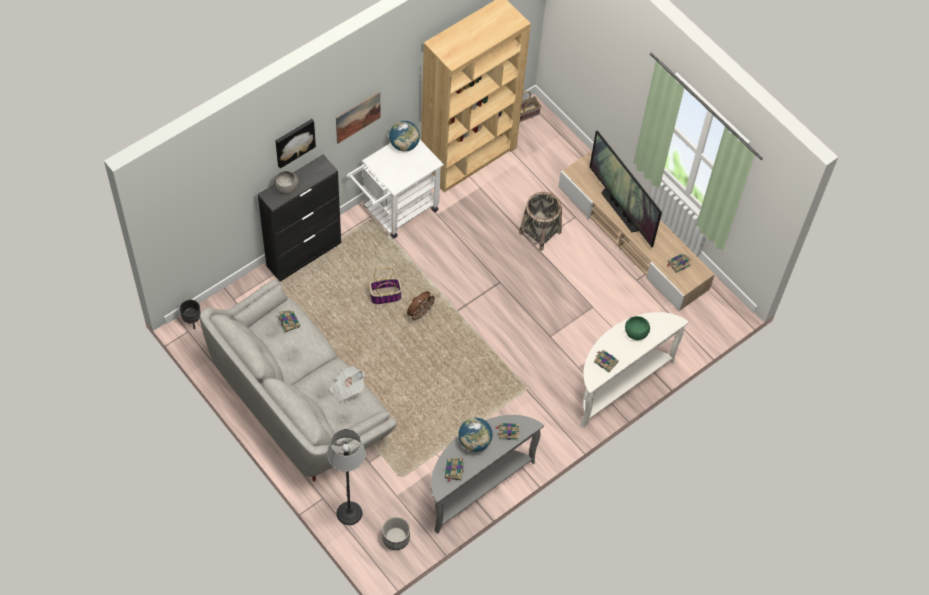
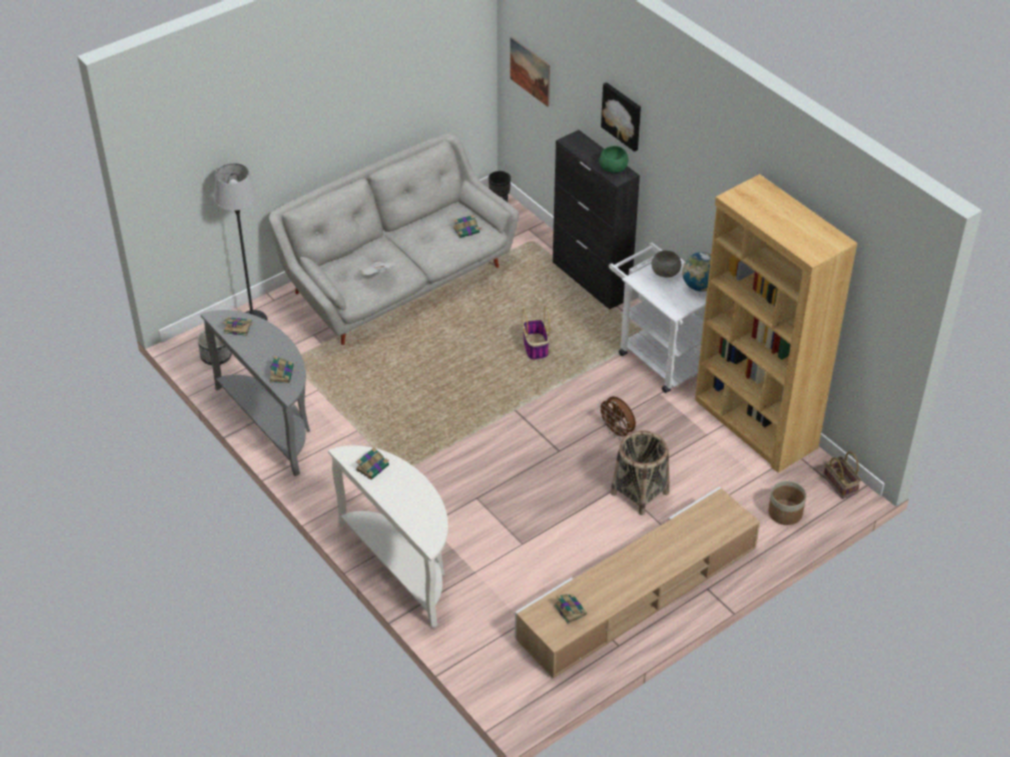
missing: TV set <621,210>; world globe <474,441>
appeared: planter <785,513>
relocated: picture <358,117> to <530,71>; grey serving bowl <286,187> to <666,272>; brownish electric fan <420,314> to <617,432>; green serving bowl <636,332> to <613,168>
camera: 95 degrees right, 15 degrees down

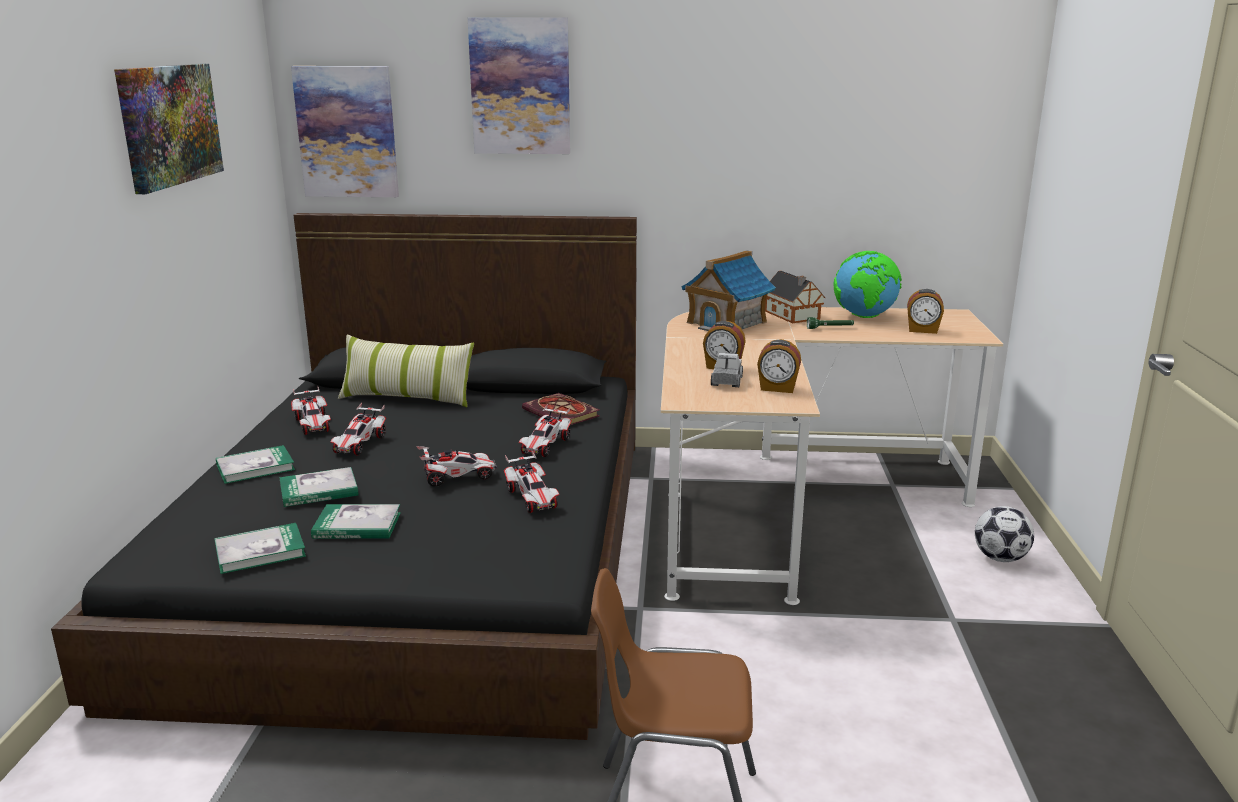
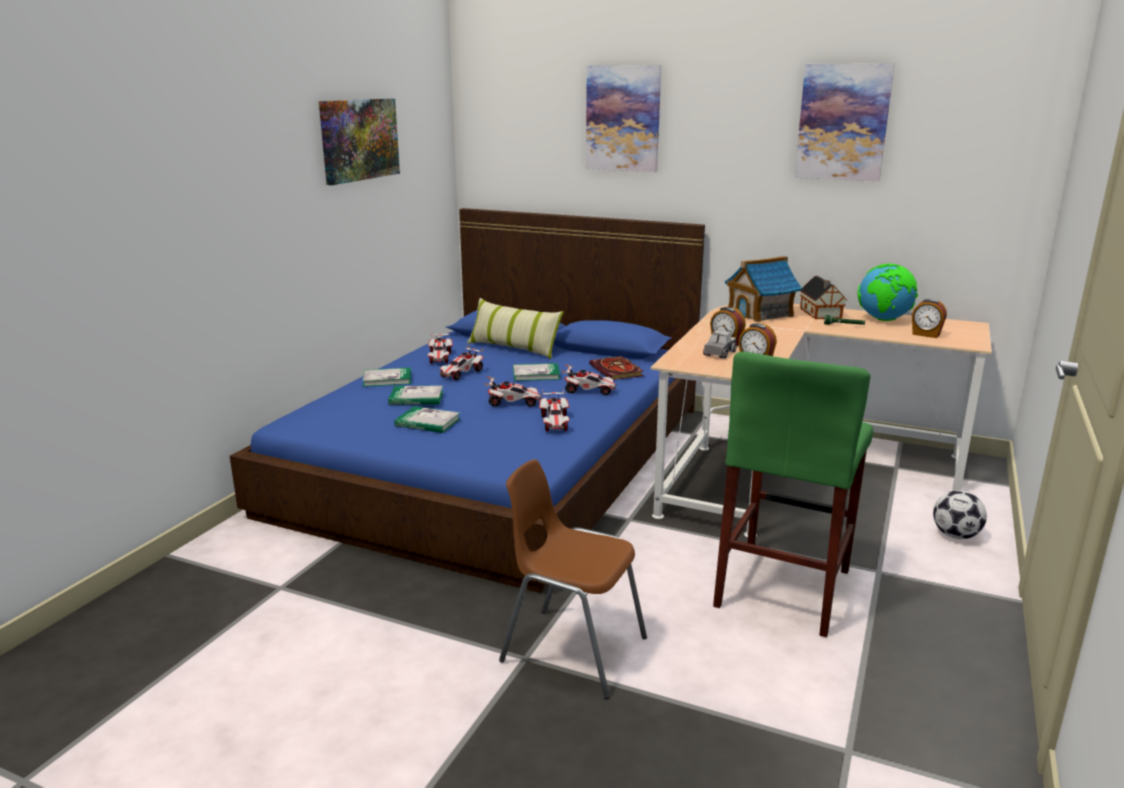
appeared: green stool seat <783,588>
relocated: picture <347,132> to <843,122>; volume <260,551> to <536,374>
colour: blackish bedroom bed <424,550> to blue-coloured bedroom bed <499,457>
spun: model car <545,446> = <589,391> 120 degrees counterclockwise
camera: 20 degrees right, 0 degrees up

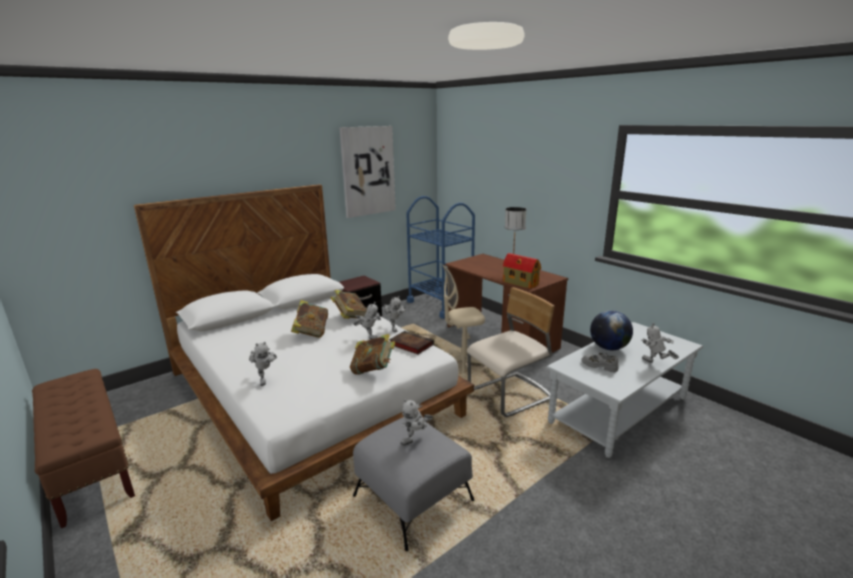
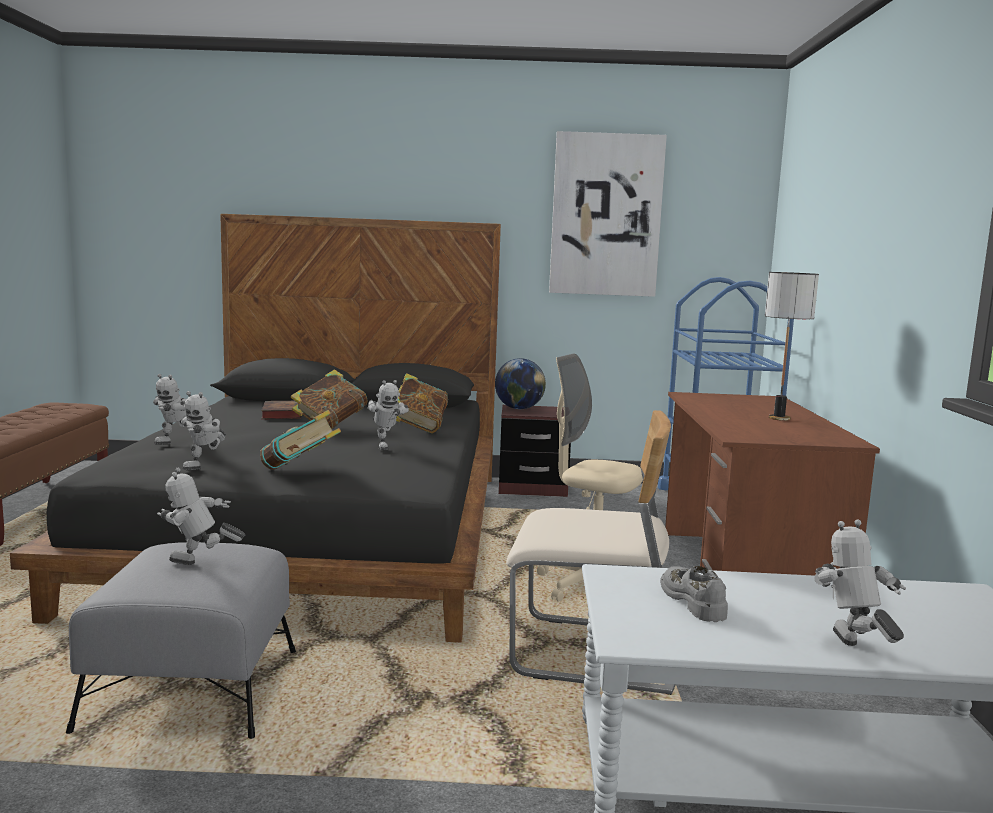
missing: toy house <520,283>
relocated: robot figure <394,328> to <205,467>; world globe <608,348> to <519,408>; volume <410,344> to <282,414>
colour: white-coloured bedroom bed <311,392> to blackish bedroom bed <319,533>
camera: 40 degrees right, 10 degrees down

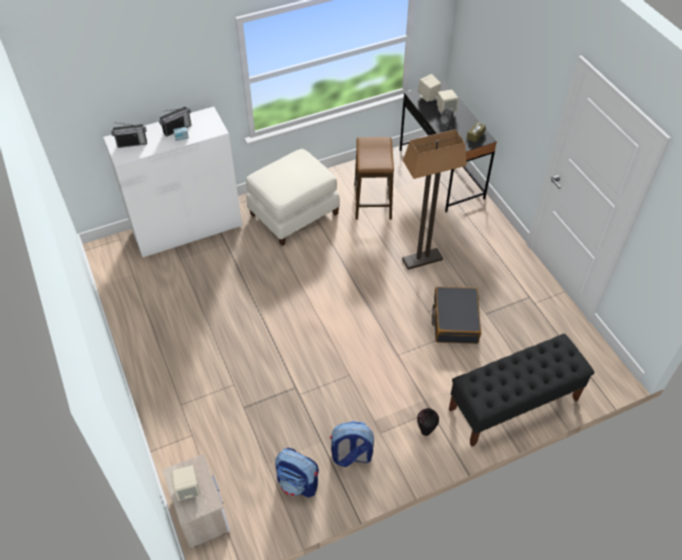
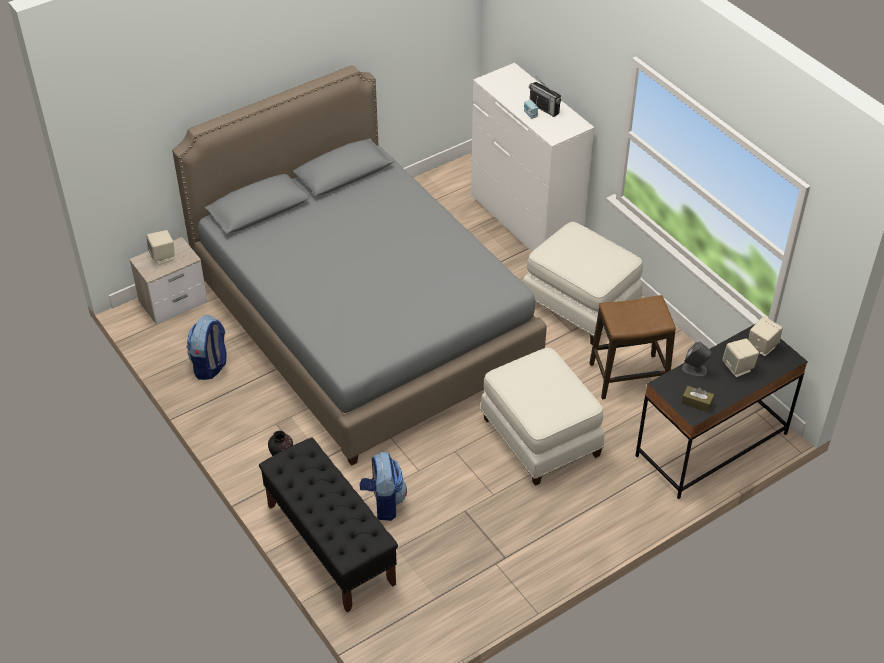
missing: radio <132,143>; blackish piece of luggage <455,320>
appeared: grey bedroom bed <363,322>
relocated: backpack <351,456> to <383,502>
exchanged: standard lamp <422,260> to white-coloured footrest <539,438>
camera: 80 degrees right, 5 degrees down

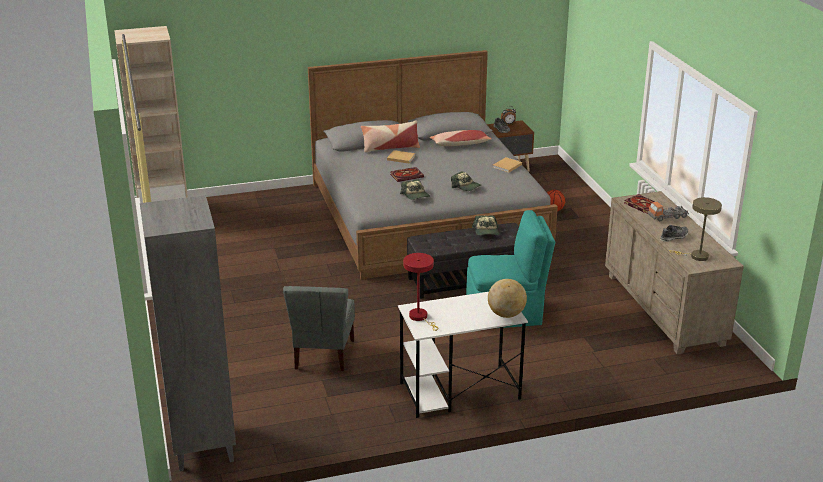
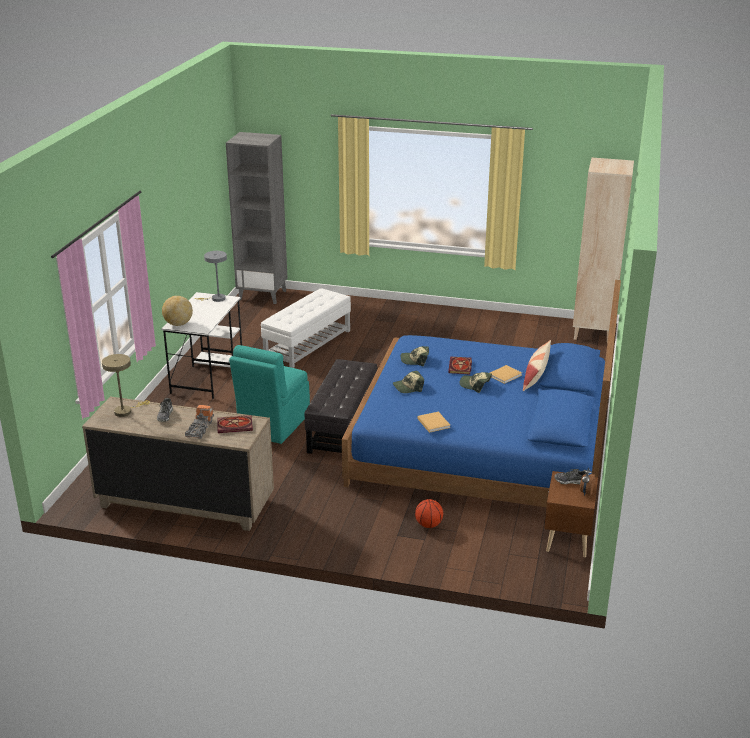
missing: pillow <460,144>
relocated: cap <486,231> to <475,385>
exchanged: grey plain chair <323,355> to white-coloured footrest <307,344>
colour: grey bedroom bed <426,216> to blue-coloured bedroom bed <483,445>; red lamp for a table <420,317> to grey lamp for a table <216,299>
camera: 120 degrees right, 0 degrees up

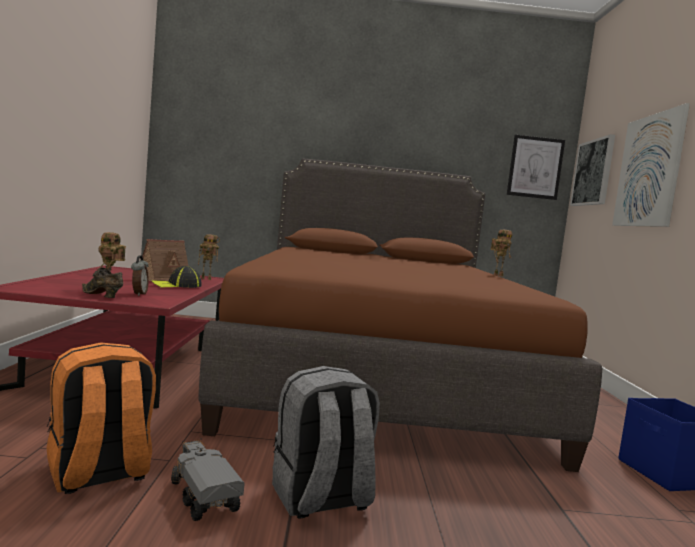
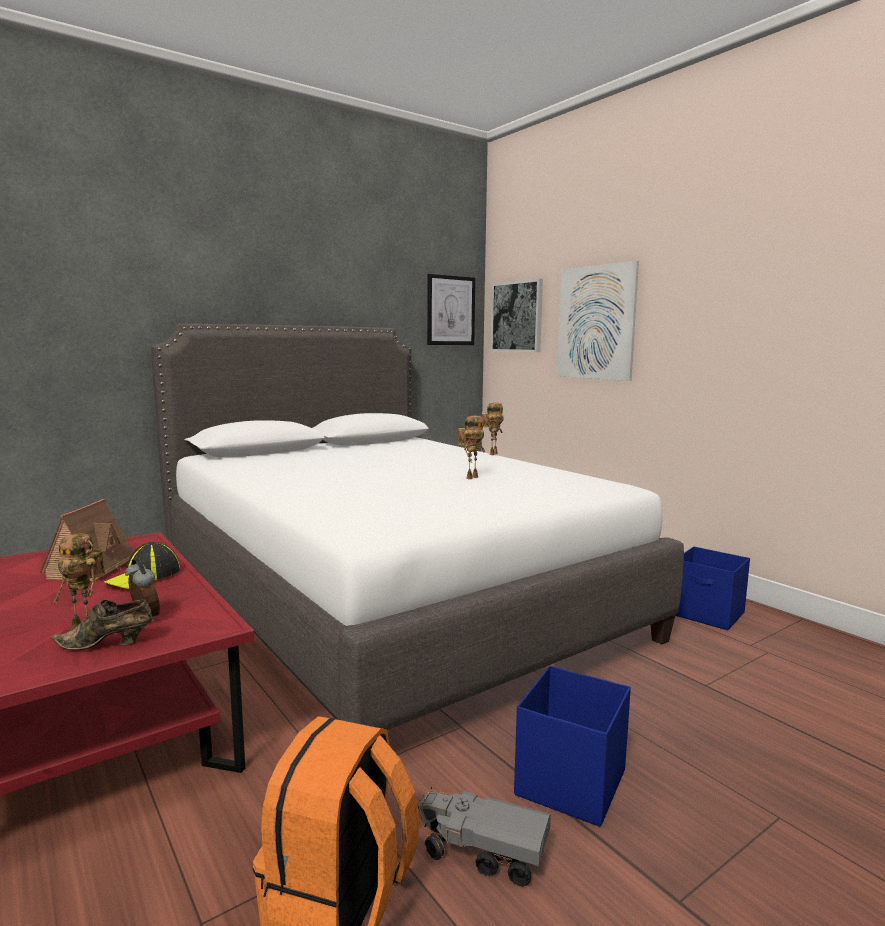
relocated: robot figure <207,279> to <471,477>
exchanged: grey backpack <320,499> to blue-coloured storage container <569,784>
colour: brownish bedroom bed <374,373> to white-coloured bedroom bed <387,599>
camera: 35 degrees left, 5 degrees up

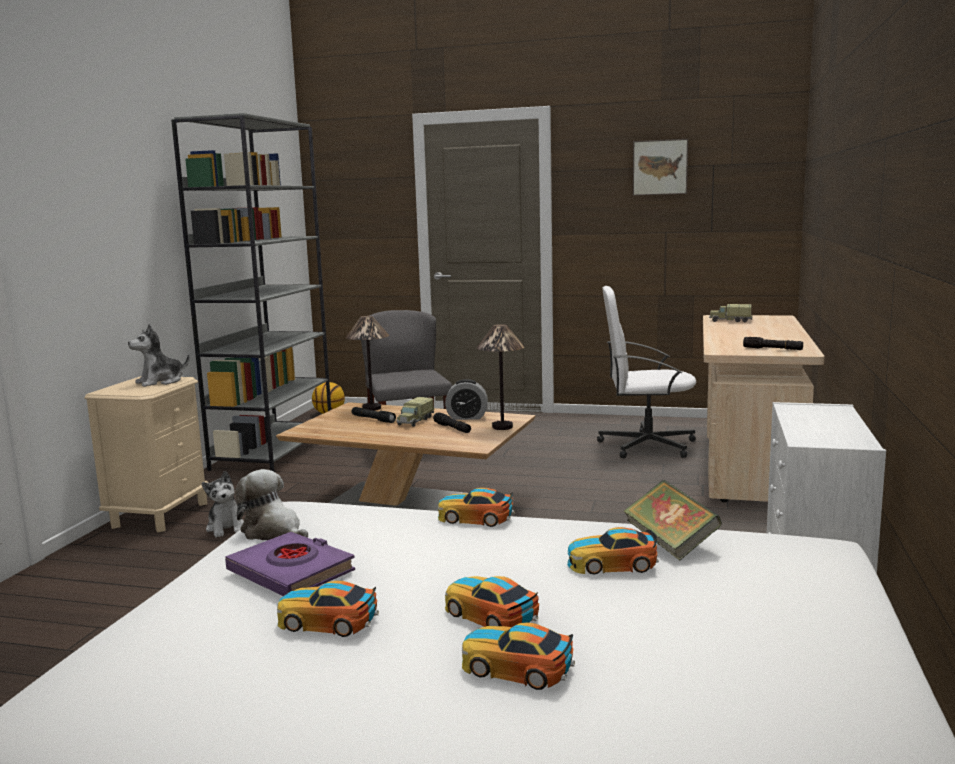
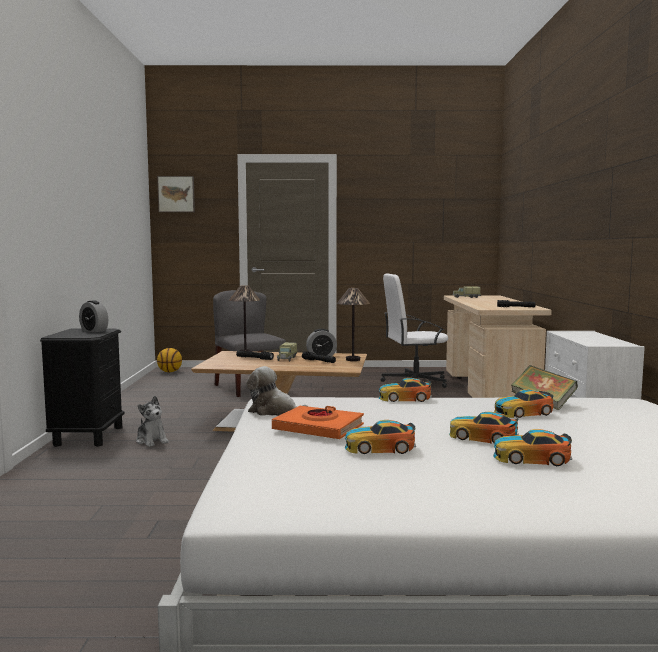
missing: grey bookshelf <274,451>
relocated: picture <660,167> to <176,194>
exchanged: plush toy <161,382> to alarm clock <94,331>
colour: beige night table <160,514> to blackish night table <88,436>; purple volume <291,572> to orange-coloured volume <318,428>
camera: 15 degrees left, 5 degrees down

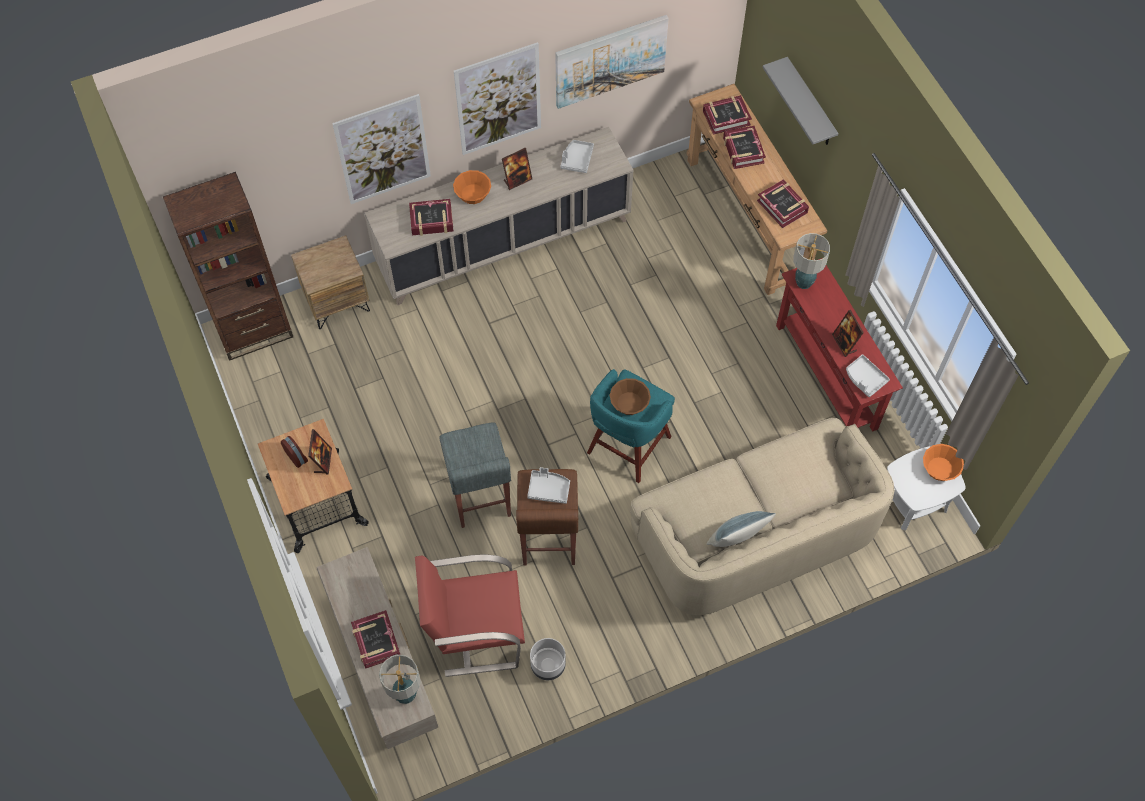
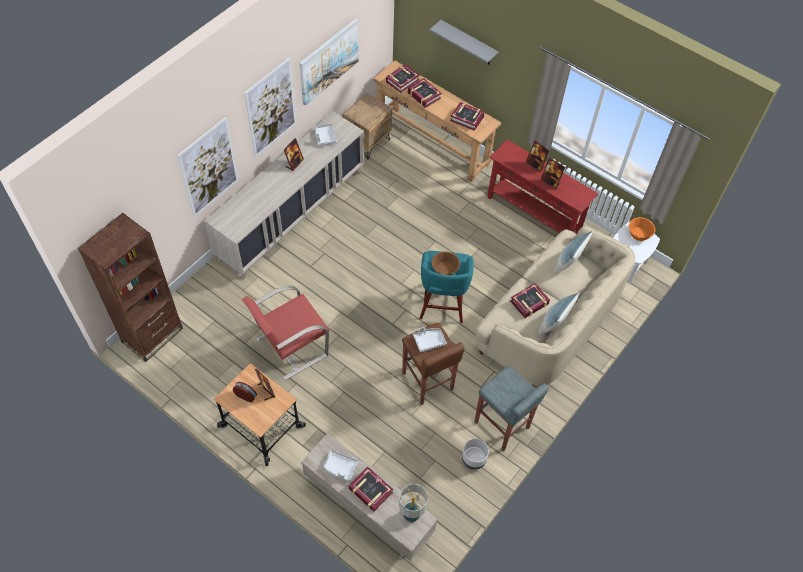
missing: orange-coloured serving bowl <472,193>; lamp for a table <803,282>
appeared: photo frame <535,165>; pillow <568,262>
relocated: volume <431,220> to <529,303>; brownish night table <337,301> to <367,142>; grey tray <865,379> to <340,467>; grey stool seat <479,498> to <502,426>; red armchair <476,631> to <291,347>
camera: 30 degrees left, 5 degrees down

